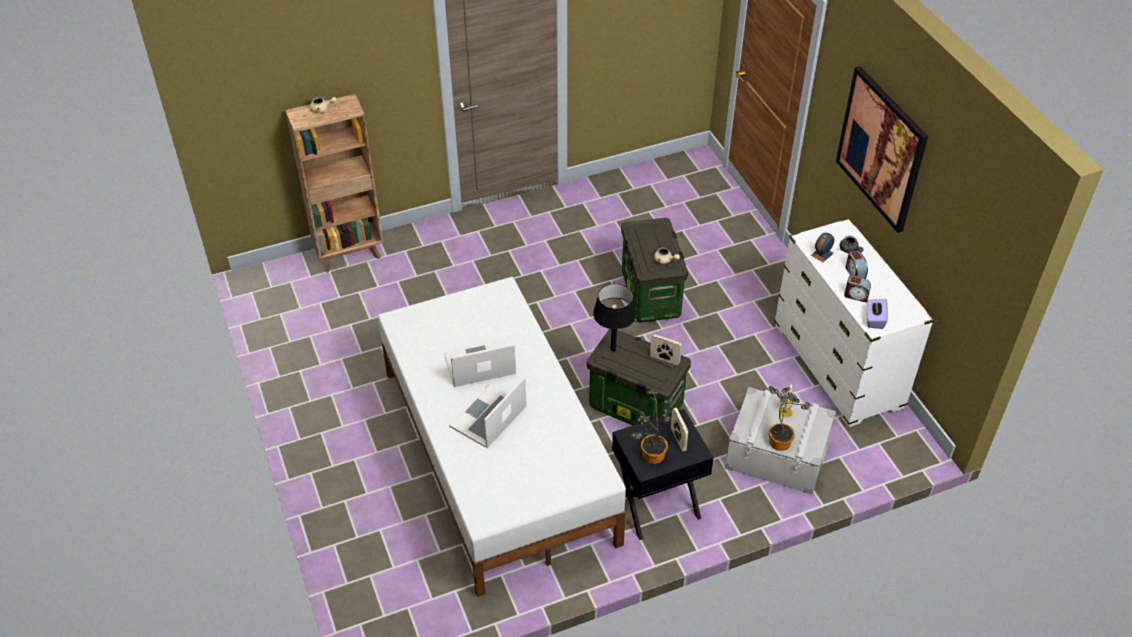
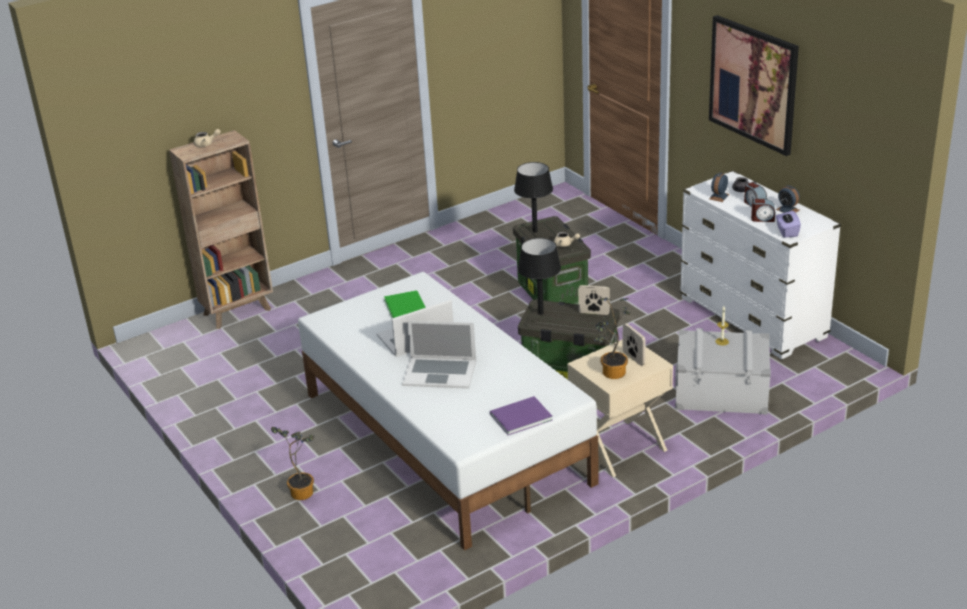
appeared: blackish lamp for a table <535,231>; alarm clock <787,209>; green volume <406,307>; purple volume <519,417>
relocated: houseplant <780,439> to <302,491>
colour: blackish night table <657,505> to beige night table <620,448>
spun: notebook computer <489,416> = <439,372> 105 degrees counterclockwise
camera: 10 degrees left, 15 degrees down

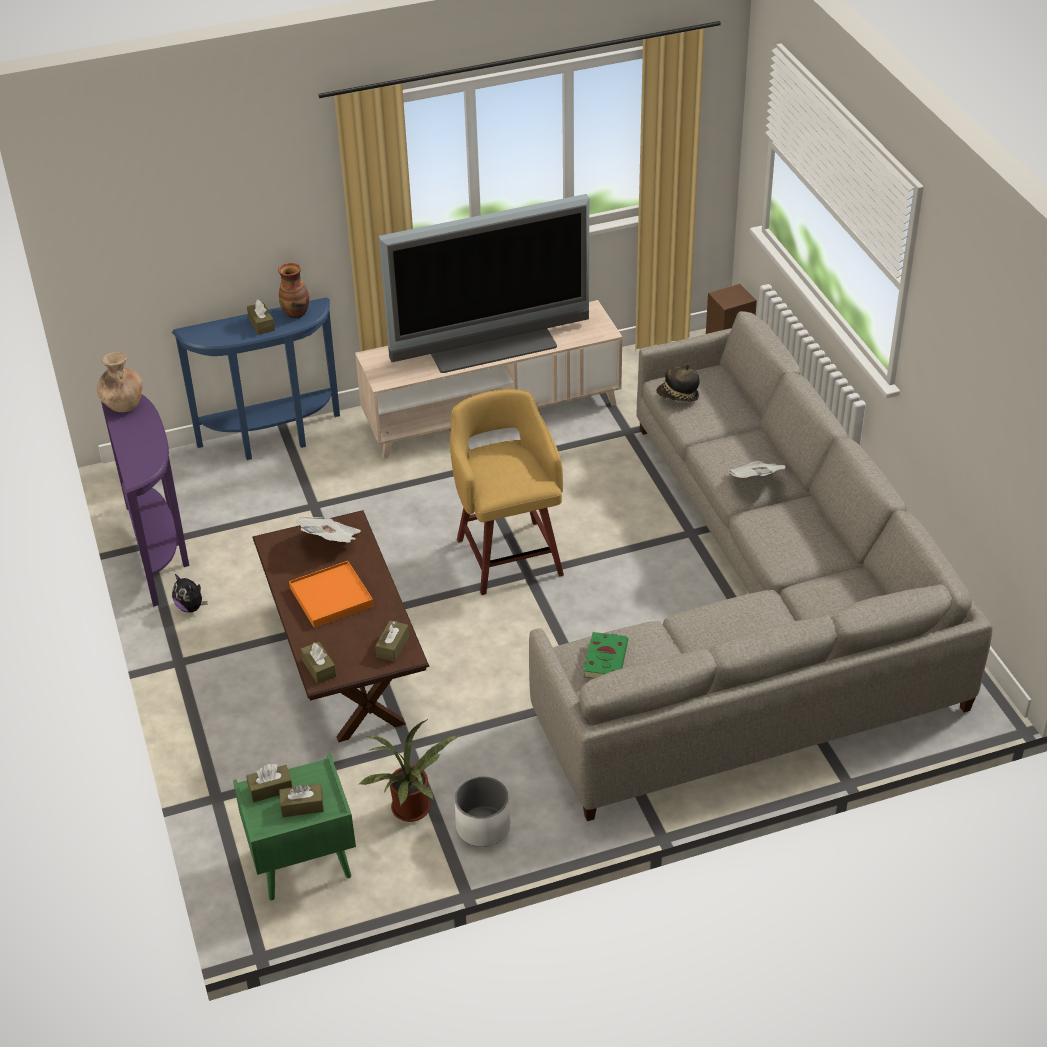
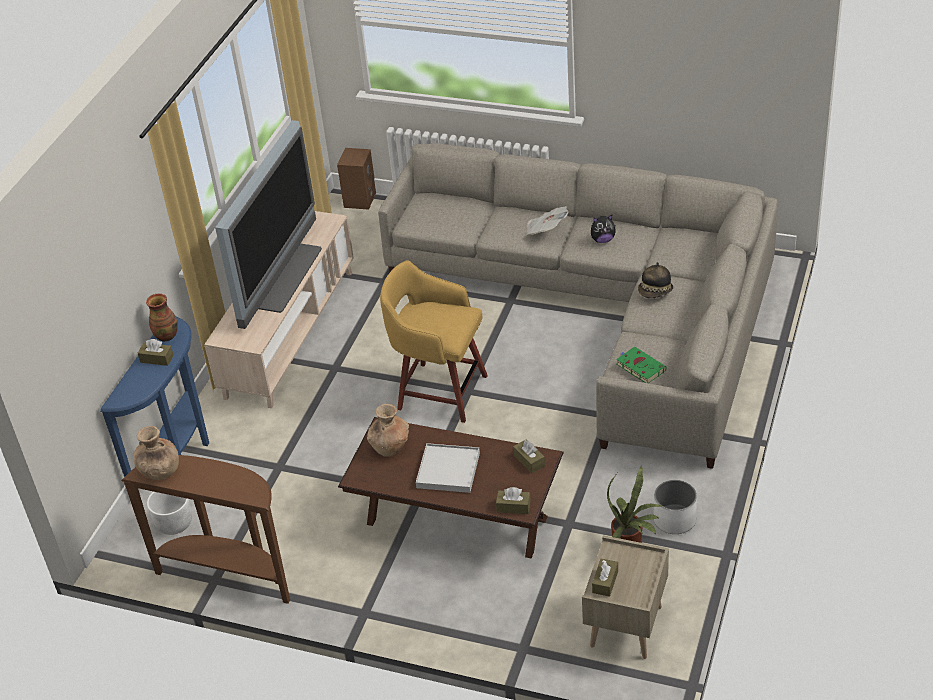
missing: brownish box of tissues <302,806>
appeared: white-coloured planter <174,523>
relocated: wearable hat <678,396> to <655,292>; plush toy <191,607> to <602,240>
exchanged: printed paper <331,541> to brownish flower vase <390,446>
colour: purple console table <160,549> to brownish console table <228,574>; orange-coloured tray <331,597> to white-coloured tray <448,470>; green night table <301,863> to beige night table <626,627>
camera: 50 degrees left, 0 degrees up

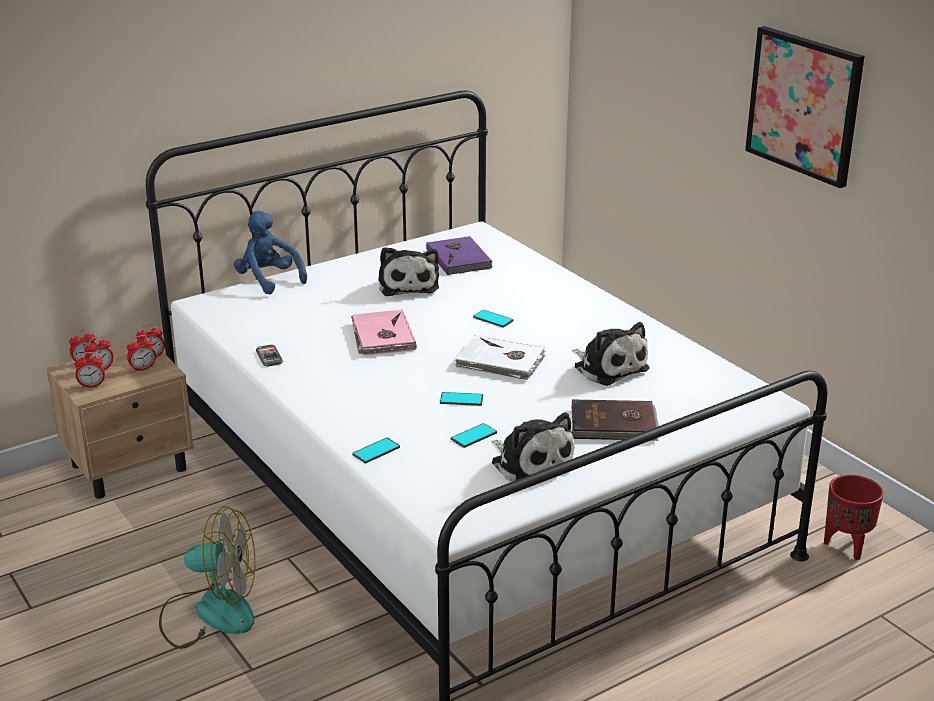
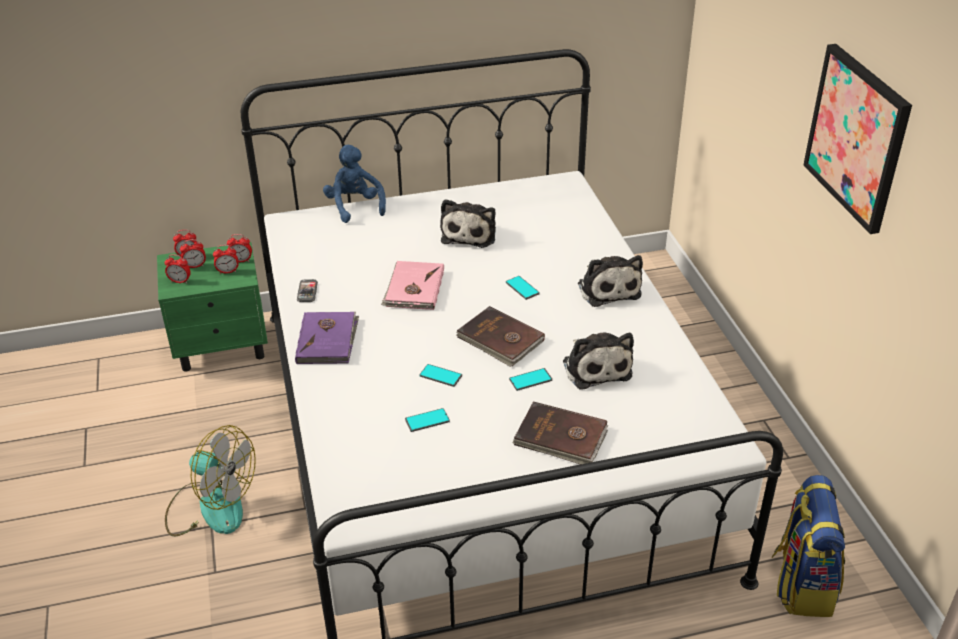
relocated: purple volume <459,258> to <327,340>; plush toy <530,463> to <608,288>; phone <376,451> to <530,380>
exchanged: red planter <846,546> to backpack <801,583>
colour: white-coloured volume <500,362> to brownish volume <500,340>; beige night table <131,467> to green night table <223,345>
camera: 20 degrees right, 10 degrees up

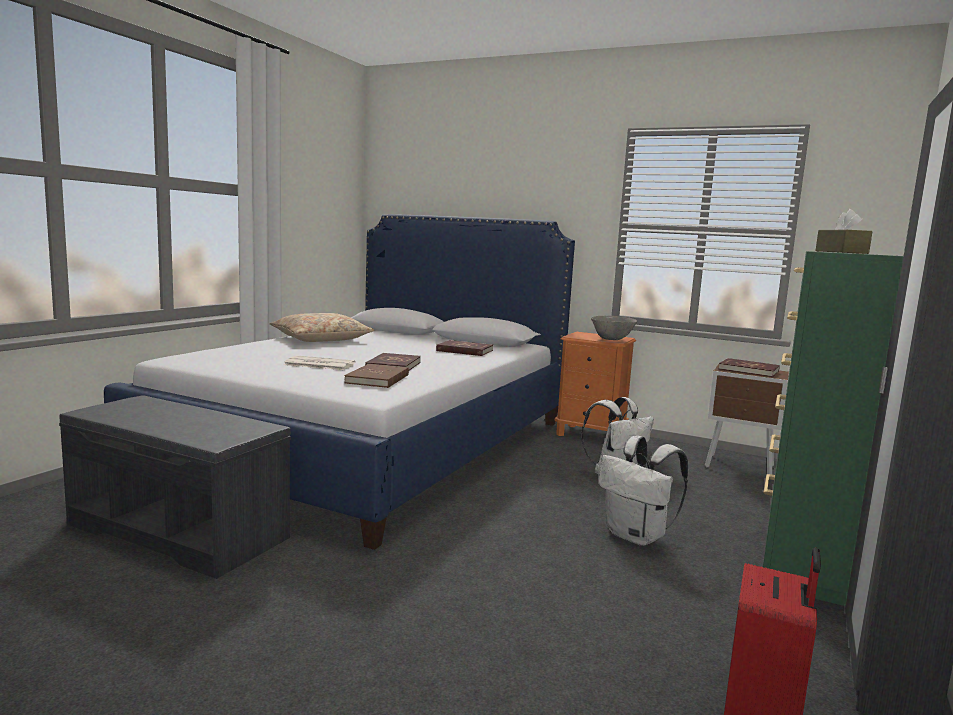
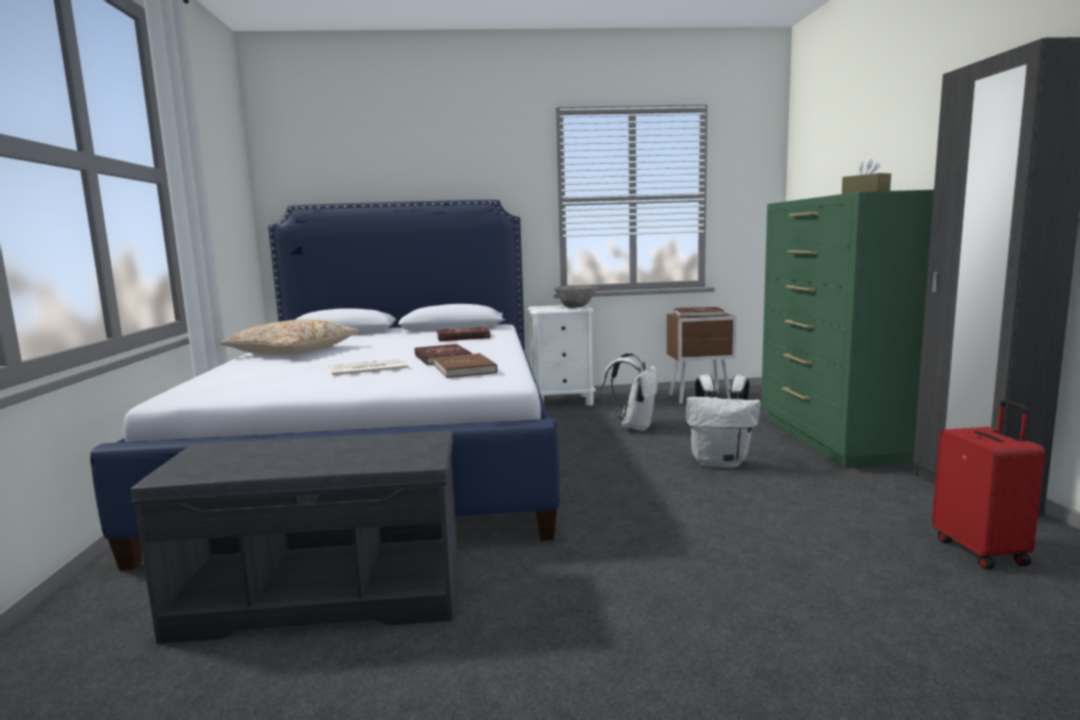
colour: orange-coloured night table <590,434> to white-coloured night table <562,401>
camera: 30 degrees left, 0 degrees up

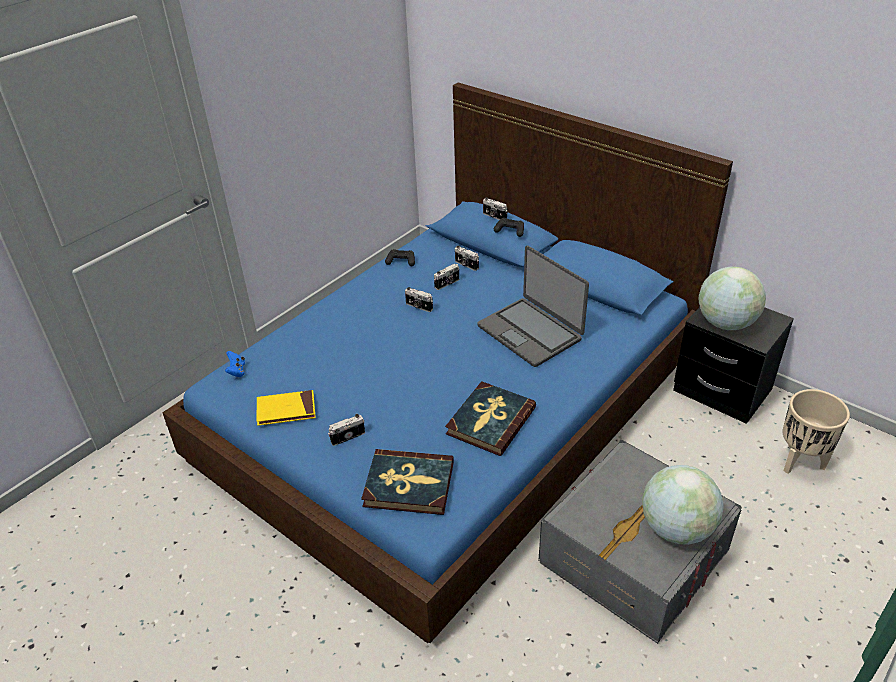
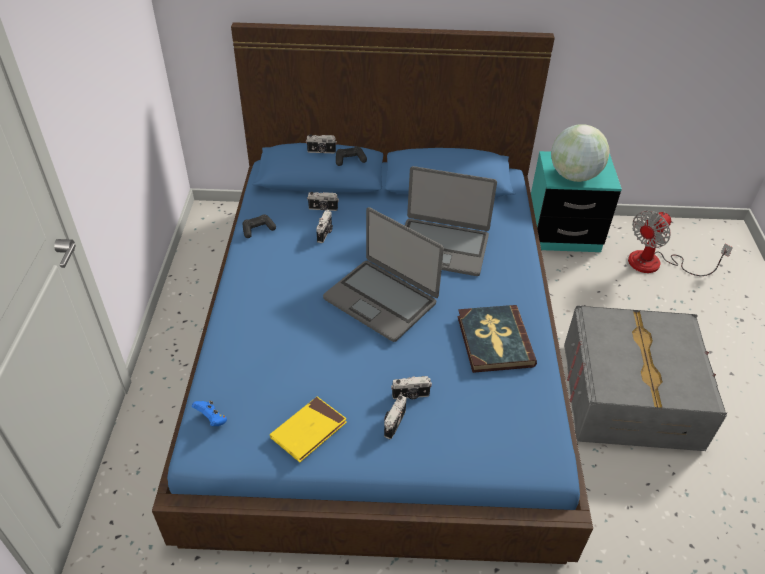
missing: volume <409,485>; world globe <676,528>
appeared: notebook computer <381,300>
relocated: still camera <418,307> to <411,395>
exchanged: beige planter <800,462> to electric fan <656,264>
colour: blackish night table <722,390> to turquoise night table <562,234>
camera: 40 degrees left, 5 degrees up

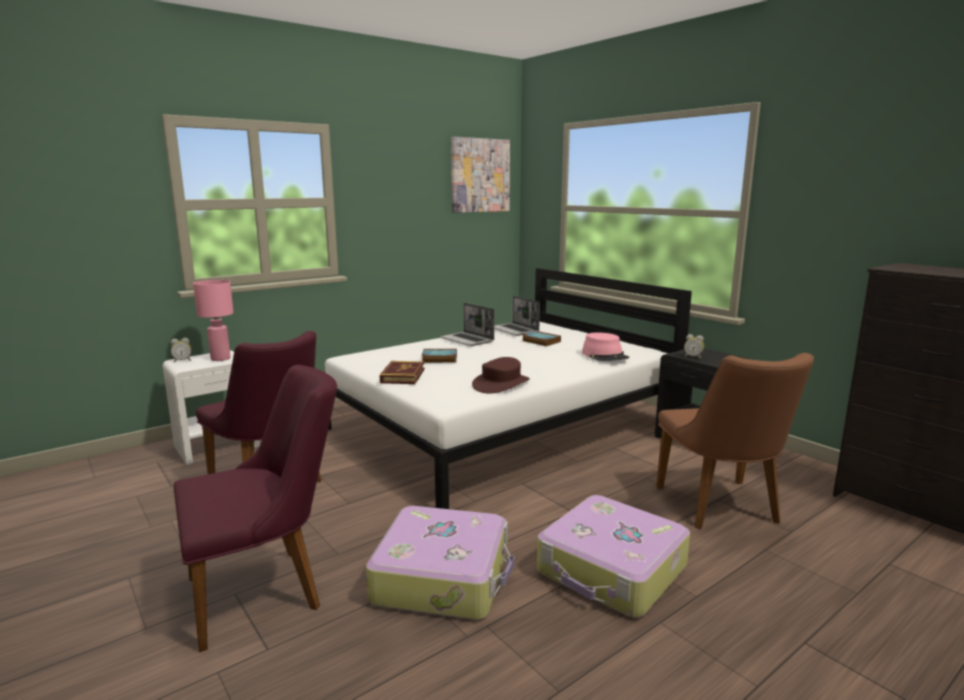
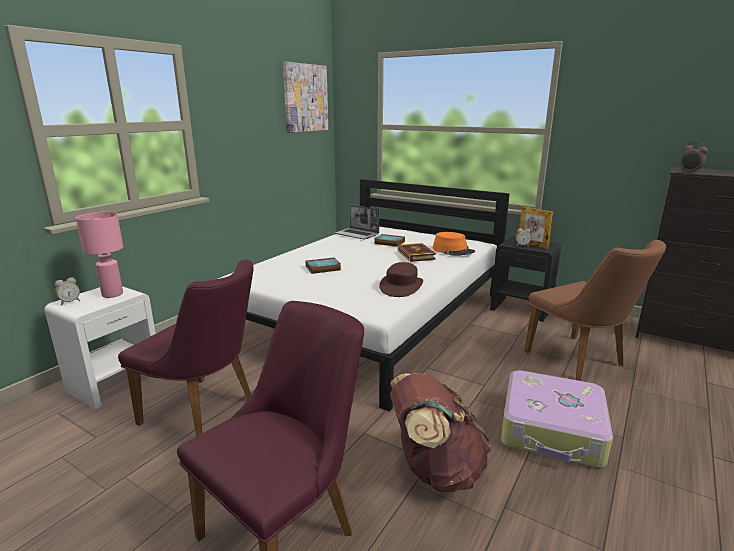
missing: notebook computer <468,340>
appeared: alarm clock <689,172>; photo frame <532,244>
relocated: volume <403,376> to <416,255>
exchanged: piece of luggage <443,577> to brownish backpack <435,470>
colour: pinkish wearable hat <605,355> to orange-coloured wearable hat <453,250>
camera: 20 degrees left, 5 degrees up

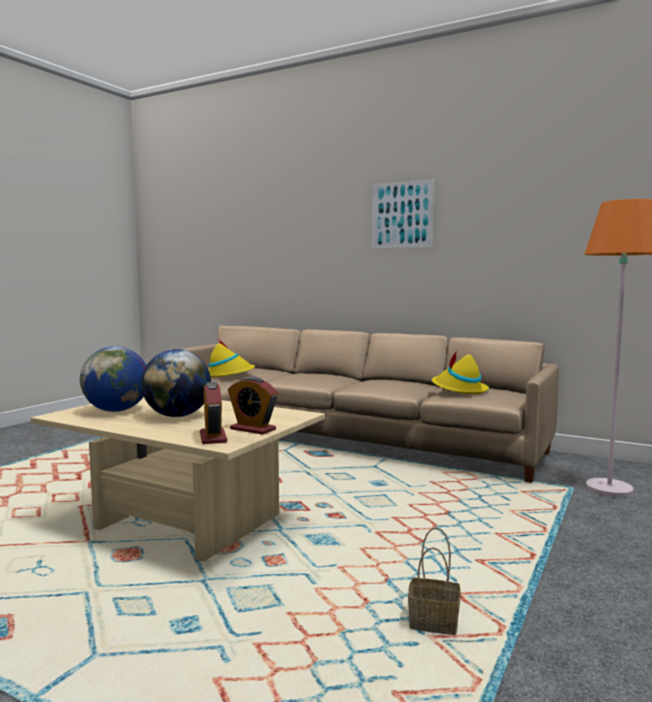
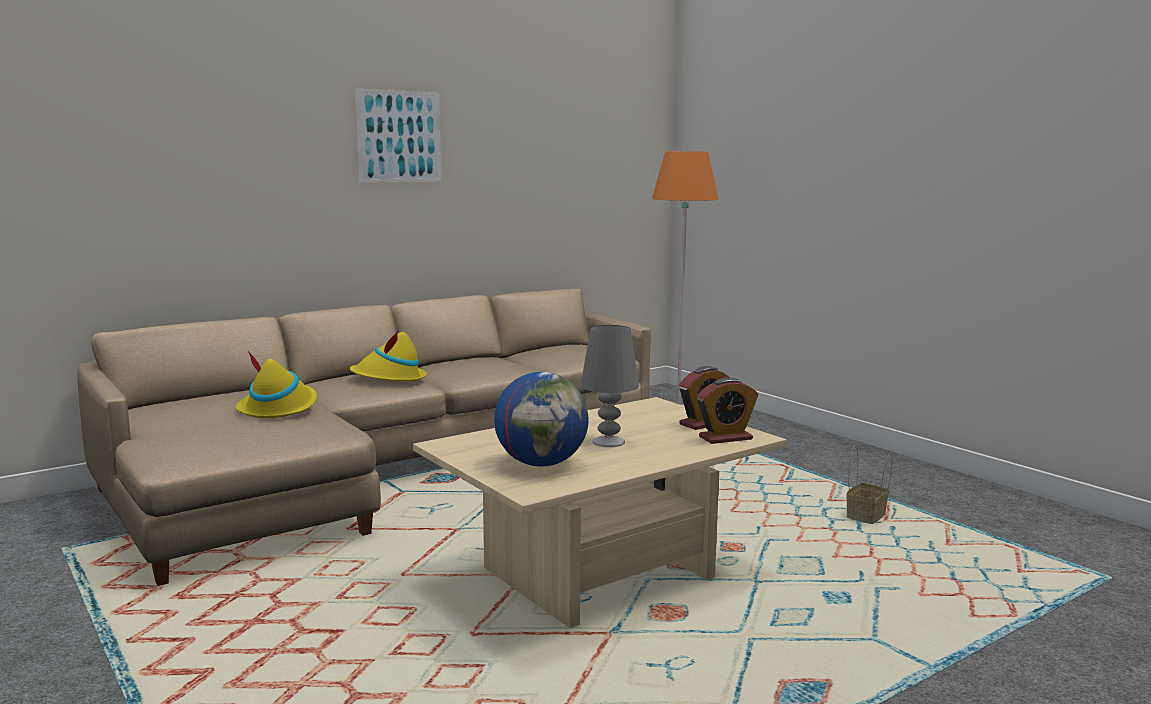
relocated: yellow-coloured wearable hat <458,389> to <389,378>
exchanged: world globe <177,416> to grey lamp for a table <609,442>
spun: alarm clock <213,437> = <725,438> 150 degrees clockwise
camera: 65 degrees left, 5 degrees up

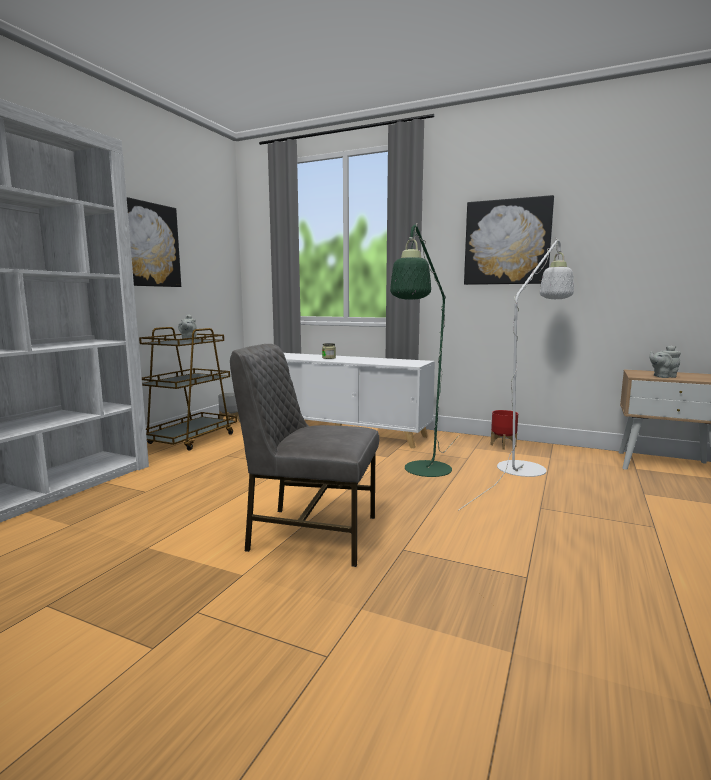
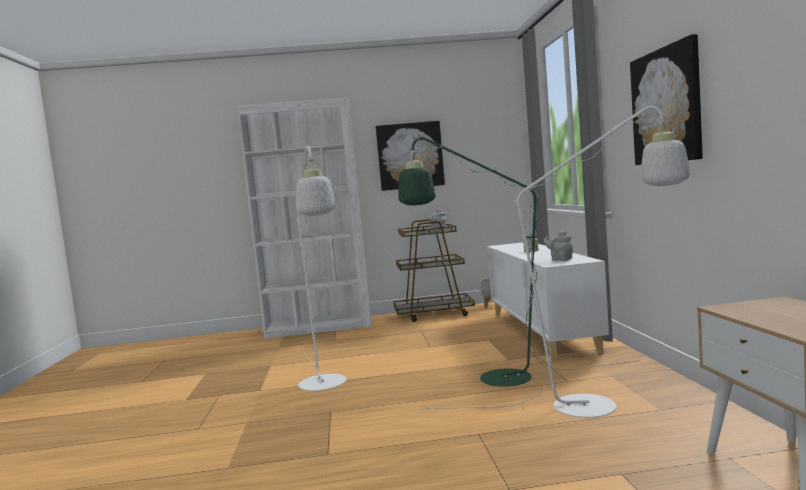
missing: red planter <502,445>
relocated: grey tea pot <663,376> to <560,259>
exchanged: grey plain chair <311,533> to white-coloured standard lamp <325,386>
camera: 60 degrees right, 5 degrees down

